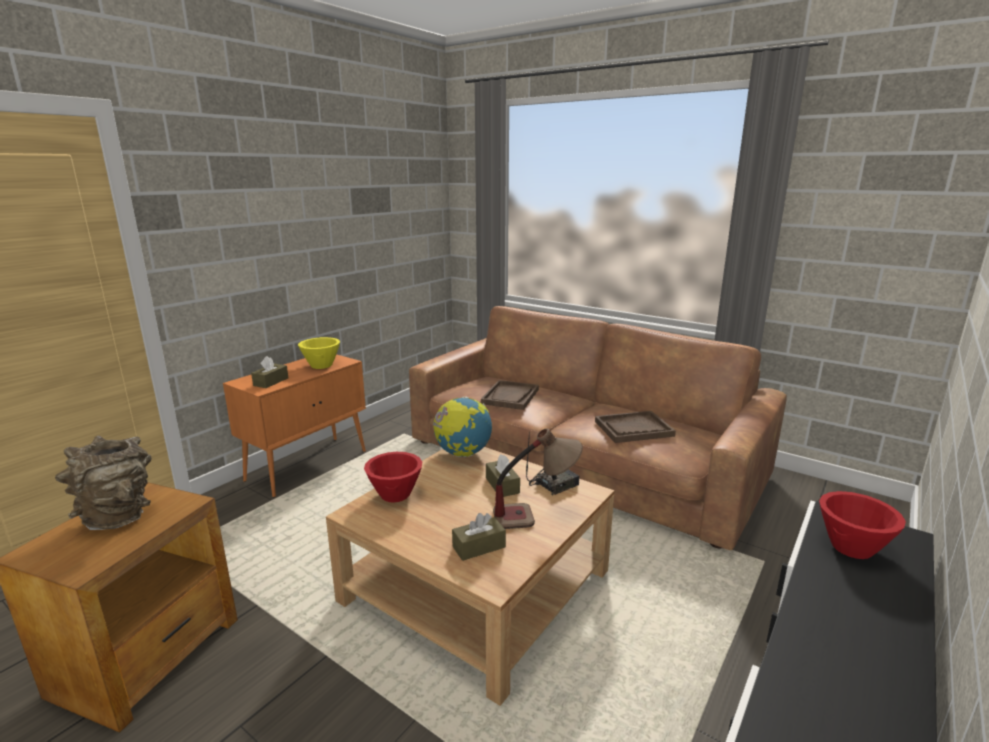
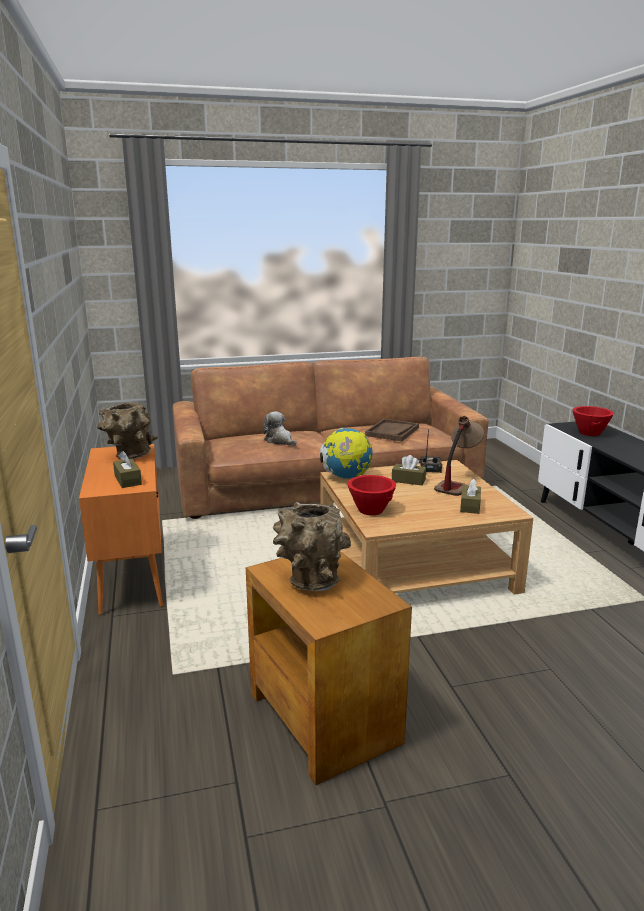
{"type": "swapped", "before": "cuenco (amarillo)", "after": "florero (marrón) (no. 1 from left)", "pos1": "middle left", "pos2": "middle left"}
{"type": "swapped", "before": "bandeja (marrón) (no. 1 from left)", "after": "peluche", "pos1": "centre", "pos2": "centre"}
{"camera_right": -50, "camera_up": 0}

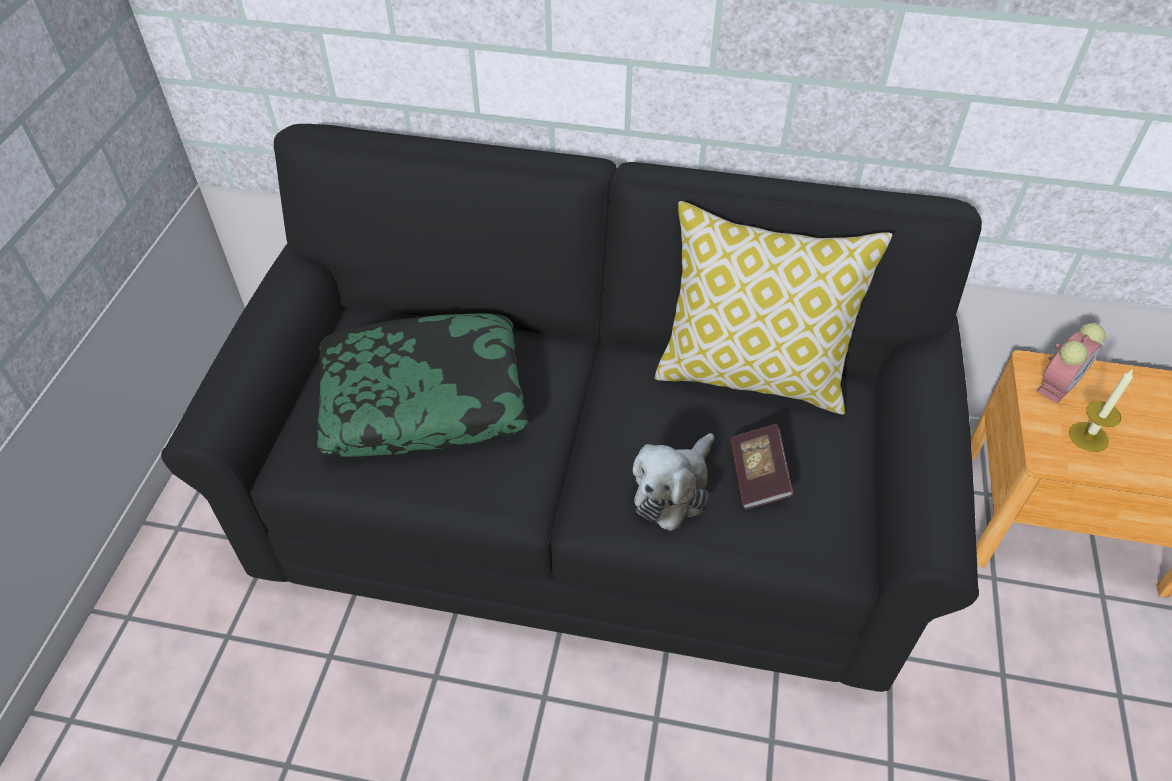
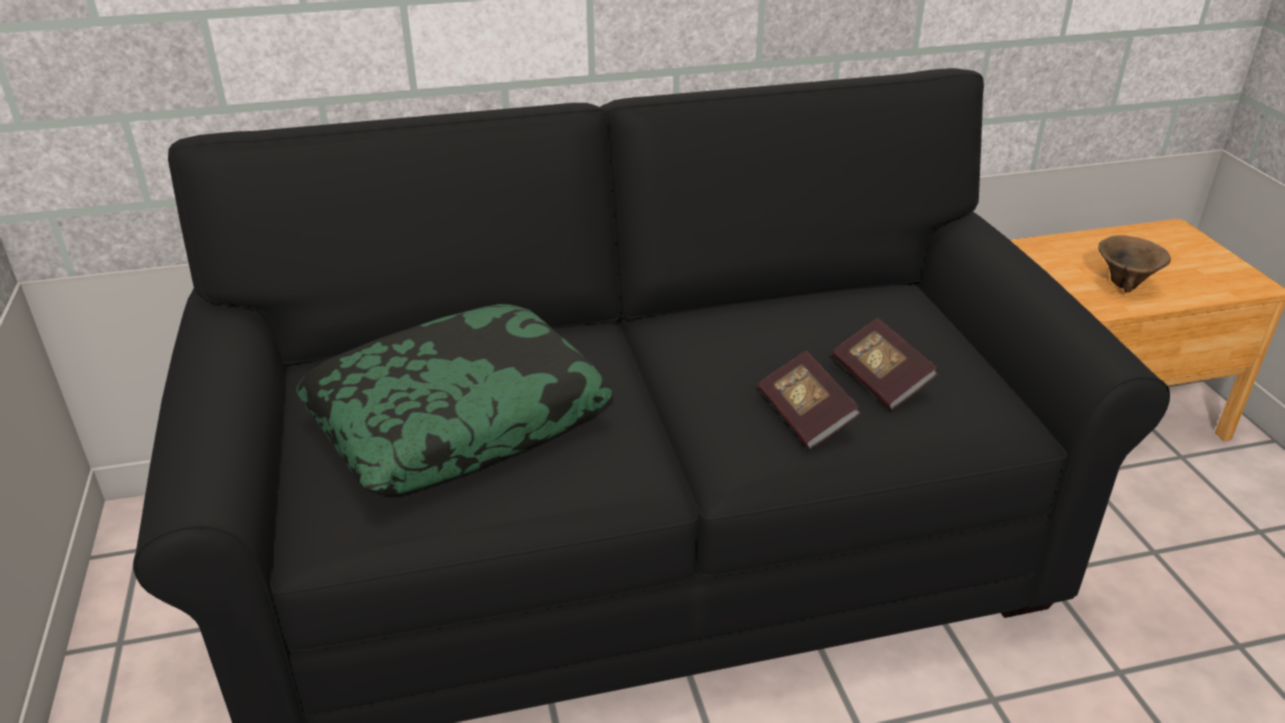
{"type": "gone", "before": "cojín (no. 2 from left)", "pos1": "centre"}
{"type": "gone", "before": "despertador", "pos1": "middle right"}
{"type": "swapped", "before": "vela", "after": "cuenco (marrón)", "pos1": "middle right", "pos2": "middle right"}
{"type": "swapped", "before": "peluche", "after": "libro (no. 1 from left)", "pos1": "centre", "pos2": "centre"}
{"camera_right": -25, "camera_up": -15}

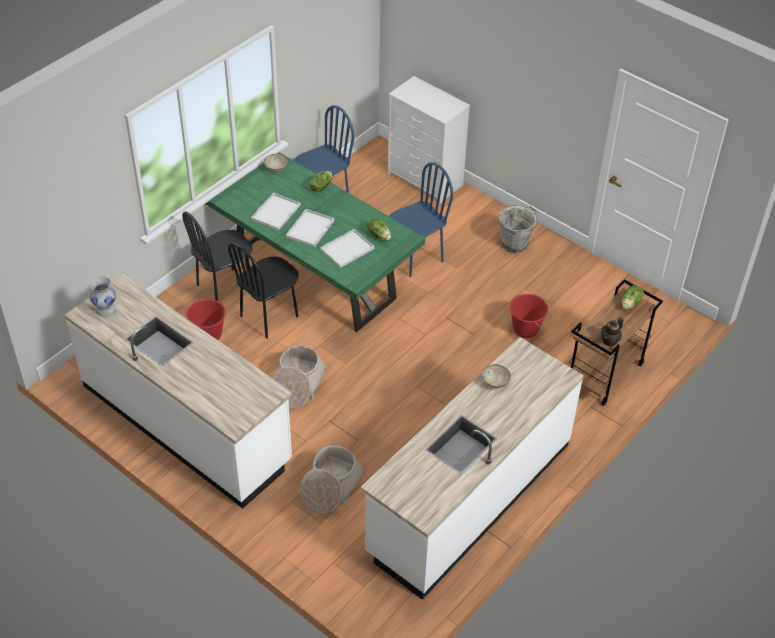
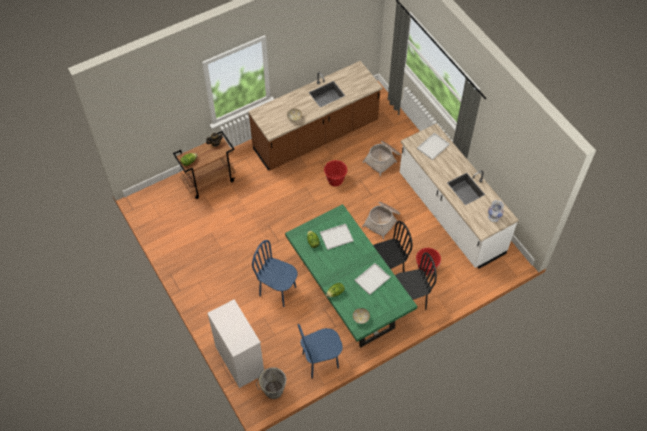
{"type": "rotated", "before": "silla (azul) (no. 2 from left in the first image)", "pos1": "centre", "pos2": "centre", "turn": 45}
{"type": "shifted", "before": "cubo (gris)", "pos1": "middle right", "pos2": "bottom centre"}
{"type": "shifted", "before": "bandeja (blanco) (no. 2 from left in the first image)", "after": "bandeja (blanco) (no. 3 from left)", "pos1": "centre", "pos2": "middle right"}
{"type": "shifted", "before": "cubo (rojo) (no. 2 from left in the first image)", "after": "cubo (rojo) (no. 1 from left)", "pos1": "middle right", "pos2": "centre"}
{"type": "repainted", "before": "mueble bajo de cocina (blanco) (no. 2 from left)", "after": "mueble bajo de cocina (marrón)", "pos1": "bottom centre", "pos2": "top centre"}
{"camera_right": -160, "camera_up": 10}

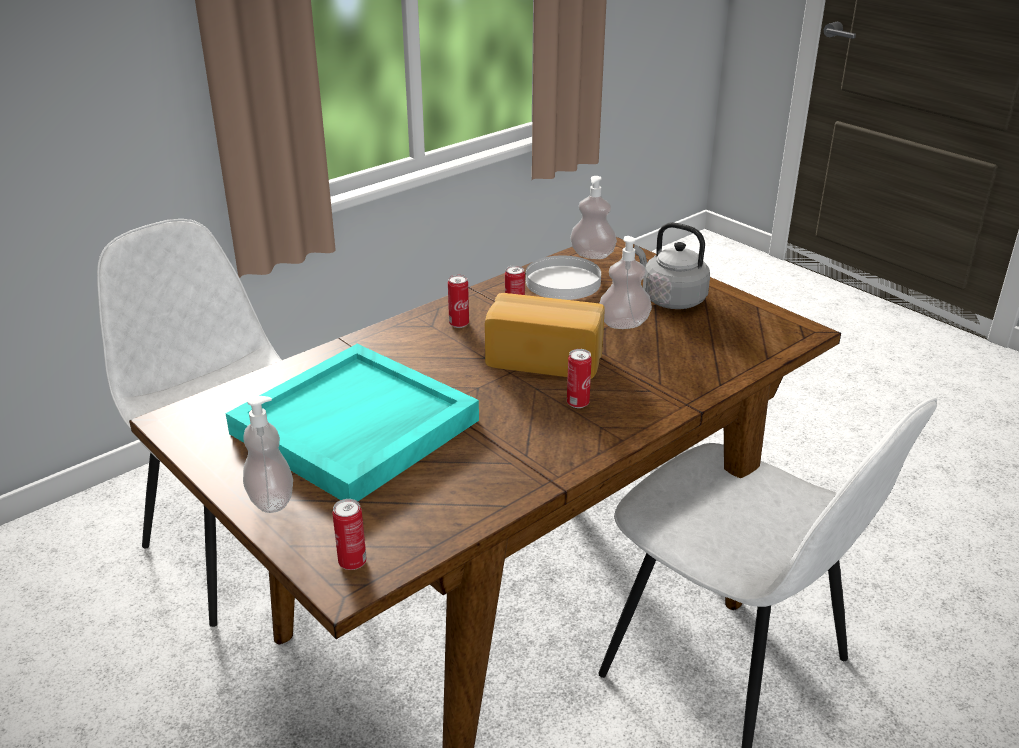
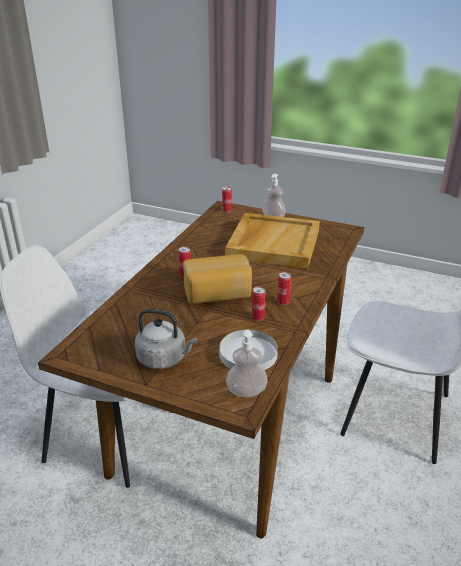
{"type": "gone", "before": "dispensador de jabón (no. 3 from left)", "pos1": "centre"}
{"type": "repainted", "before": "bandeja (turquesa)", "after": "bandeja (beis)", "pos1": "centre", "pos2": "centre"}
{"camera_right": 155, "camera_up": 0}

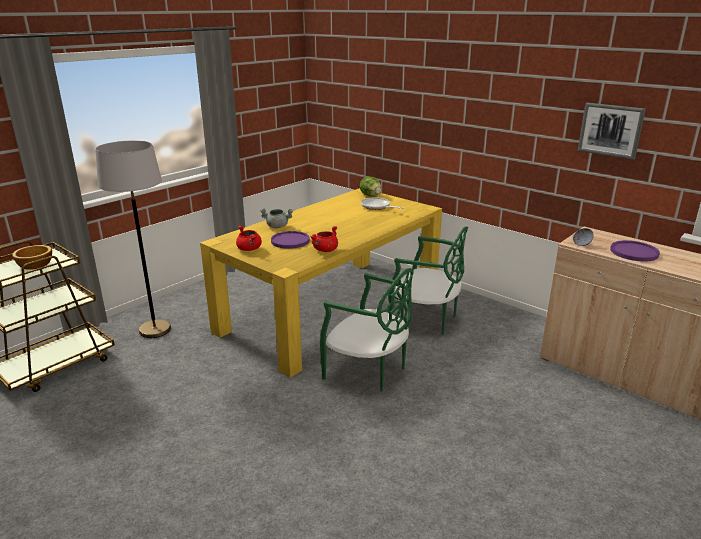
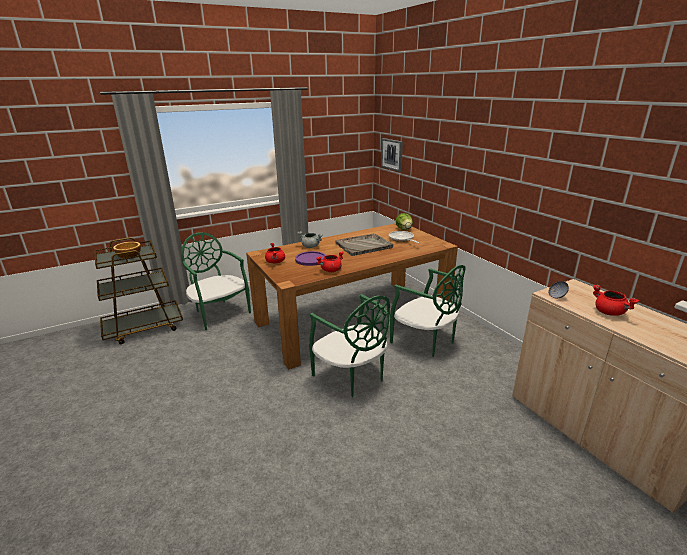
{"type": "shifted", "before": "cuadro", "pos1": "top right", "pos2": "top centre"}
{"type": "swapped", "before": "lámpara de pie (gris)", "after": "silla (verde) (no. 1 from left)", "pos1": "middle left", "pos2": "middle left"}
{"type": "repainted", "before": "mesa de comedor (amarillo)", "after": "mesa de comedor (marrón)", "pos1": "centre", "pos2": "centre"}
{"type": "swapped", "before": "plato (morado) (no. 2 from left)", "after": "olla (rojo) (no. 3 from left)", "pos1": "middle right", "pos2": "middle right"}
{"type": "new", "after": "bandeja (gris)", "pos2": "centre"}
{"camera_right": 20, "camera_up": 0}

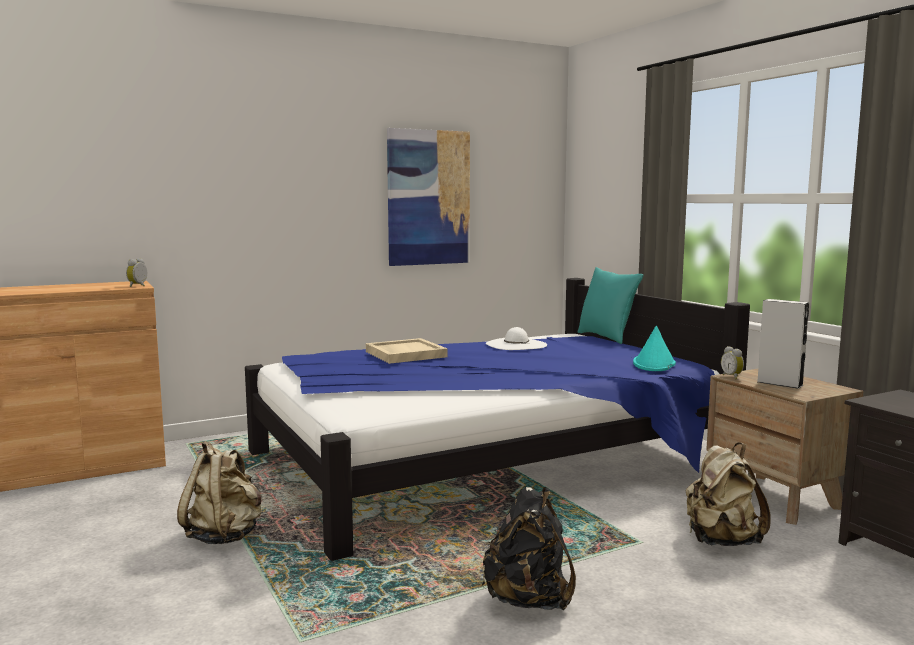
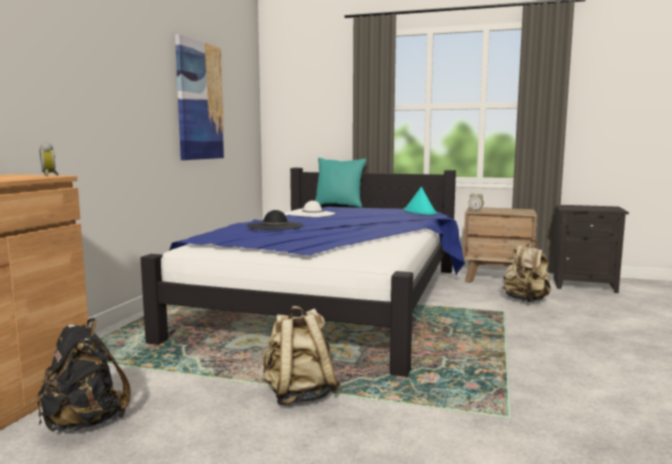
{"type": "gone", "before": "altavoz (gris)", "pos1": "middle right"}
{"type": "swapped", "before": "bandeja (beis)", "after": "sombrero (negro)", "pos1": "centre", "pos2": "centre"}
{"type": "shifted", "before": "mochila (negro)", "pos1": "bottom centre", "pos2": "bottom left"}
{"camera_right": -45, "camera_up": 0}

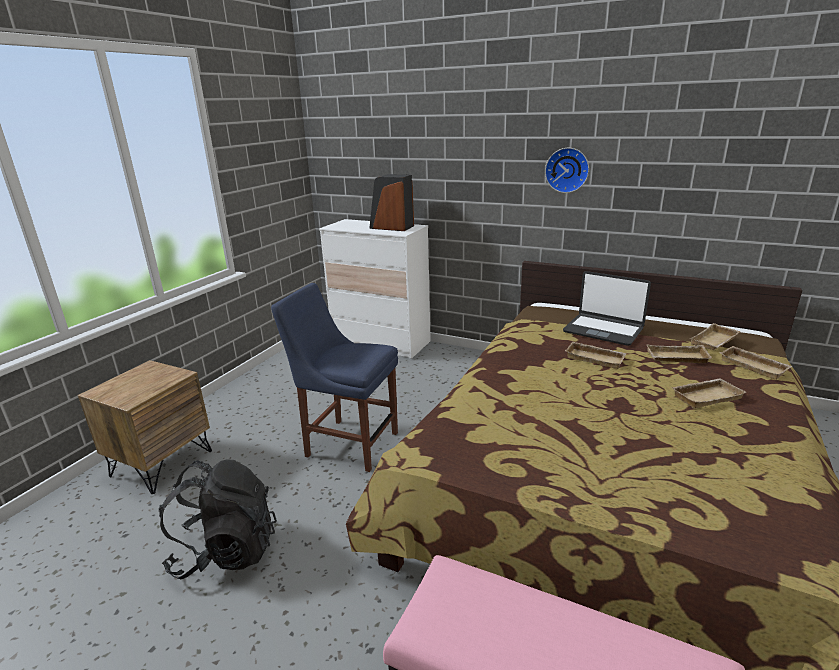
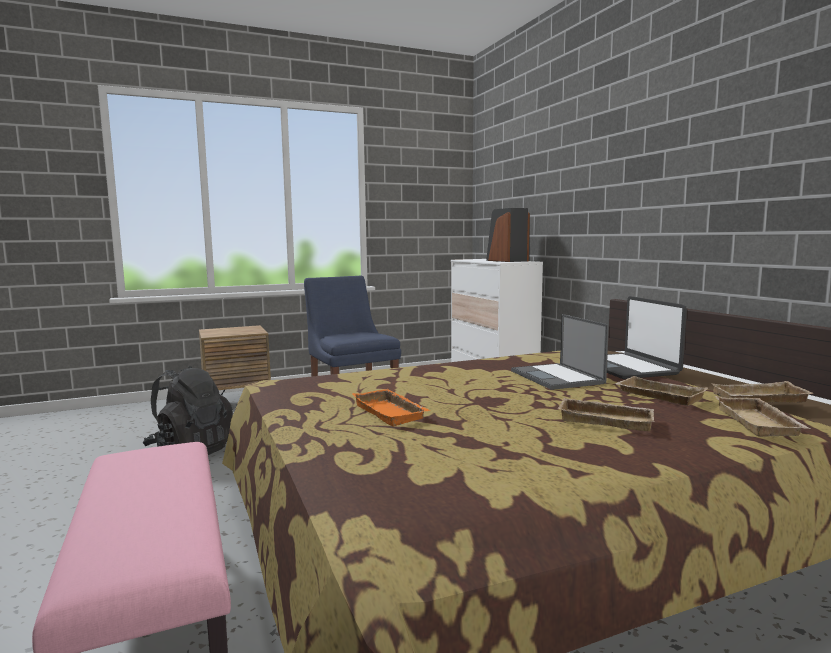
{"type": "gone", "before": "reloj de pared", "pos1": "top right"}
{"type": "swapped", "before": "bandeja (beis) (no. 1 from left)", "after": "portátil (no. 1 from left)", "pos1": "middle right", "pos2": "middle right"}
{"type": "new", "after": "bandeja (naranja)", "pos2": "centre"}
{"camera_right": 40, "camera_up": -15}

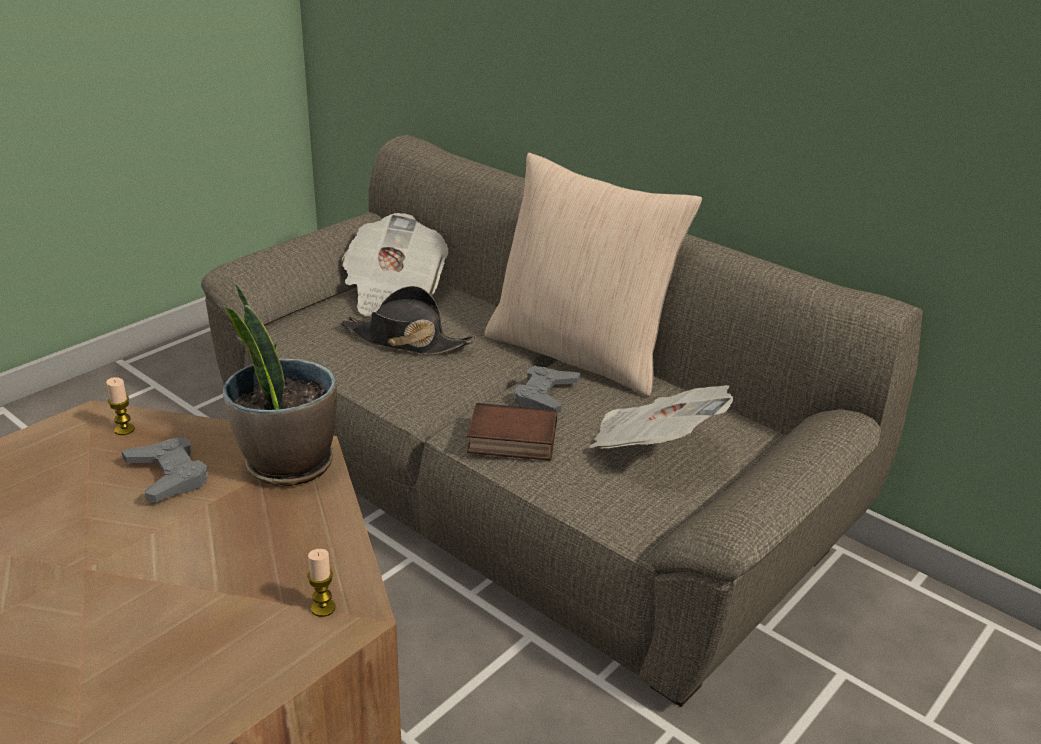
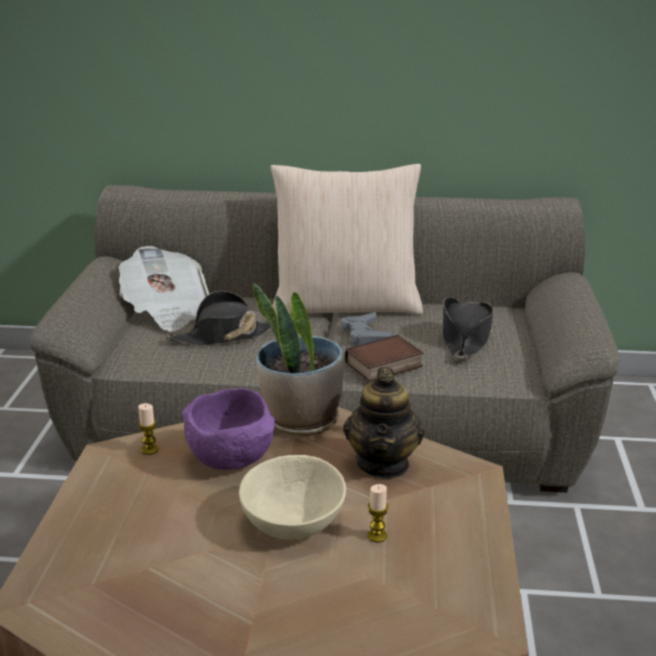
{"type": "swapped", "before": "periódico (no. 2 from left)", "after": "sombrero (negro) (no. 2 from left)", "pos1": "centre", "pos2": "middle right"}
{"type": "swapped", "before": "mando de consola (gris) (no. 1 from left)", "after": "cuenco (morado)", "pos1": "middle left", "pos2": "centre"}
{"type": "shifted", "before": "vela (no. 2 from left)", "pos1": "bottom left", "pos2": "bottom centre"}
{"type": "new", "after": "tetera", "pos2": "centre"}
{"type": "new", "after": "cuenco (beis)", "pos2": "bottom centre"}
{"camera_right": -35, "camera_up": -5}

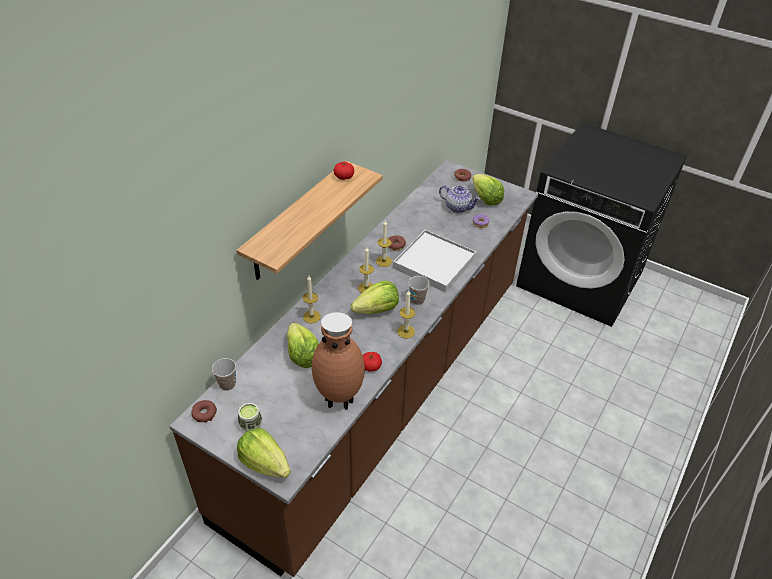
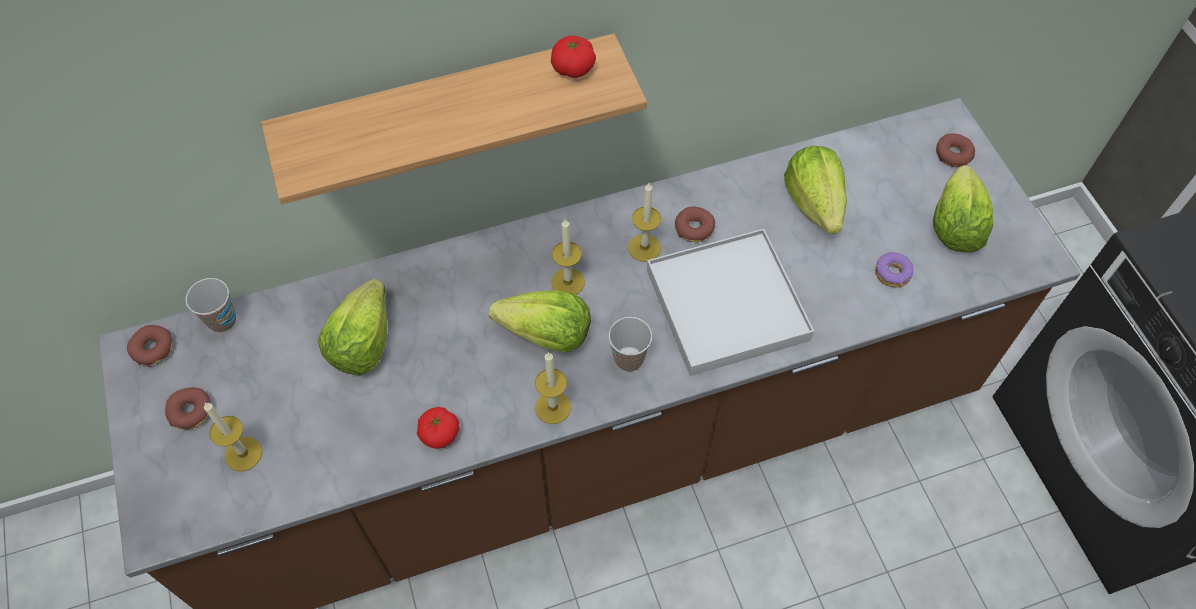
{"type": "gone", "before": "tetera", "pos1": "centre"}
{"type": "shifted", "before": "vela (no. 1 from left)", "pos1": "centre", "pos2": "bottom left"}
{"type": "gone", "before": "florero (marrón)", "pos1": "centre"}
{"type": "swapped", "before": "taza (no. 2 from left)", "after": "rosquilla (no. 2 from left)", "pos1": "bottom left", "pos2": "bottom left"}
{"type": "shifted", "before": "lechuga (no. 1 from left in the first image)", "after": "lechuga (no. 3 from left)", "pos1": "bottom centre", "pos2": "top right"}
{"camera_right": 40, "camera_up": 15}

